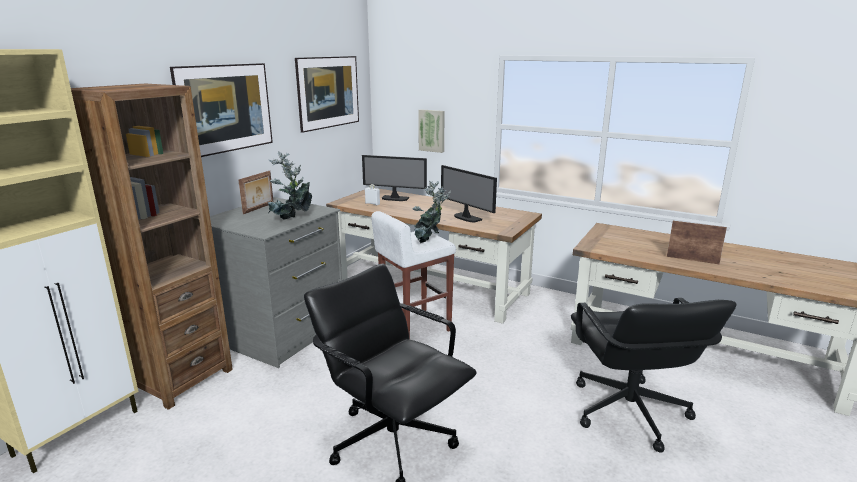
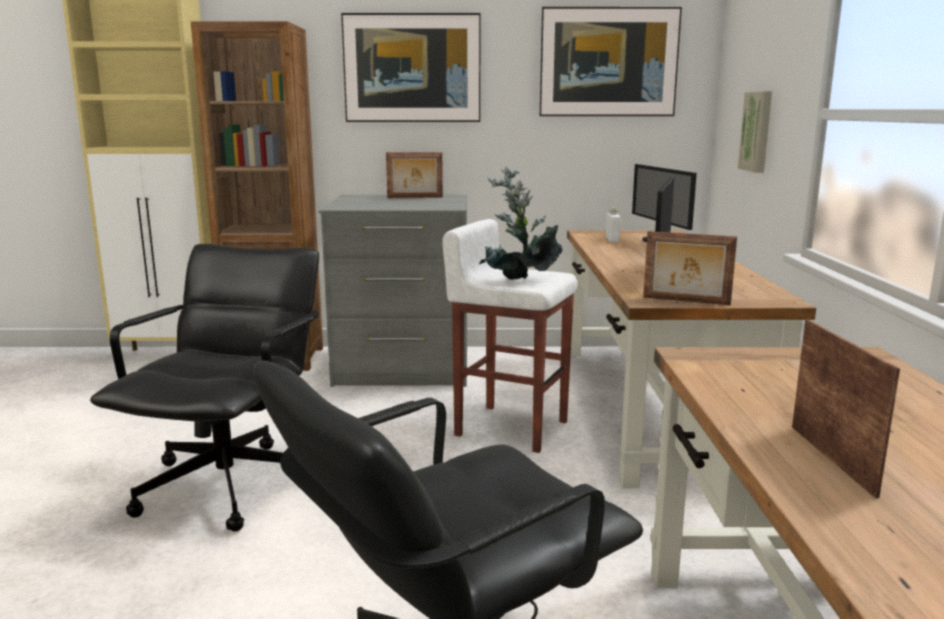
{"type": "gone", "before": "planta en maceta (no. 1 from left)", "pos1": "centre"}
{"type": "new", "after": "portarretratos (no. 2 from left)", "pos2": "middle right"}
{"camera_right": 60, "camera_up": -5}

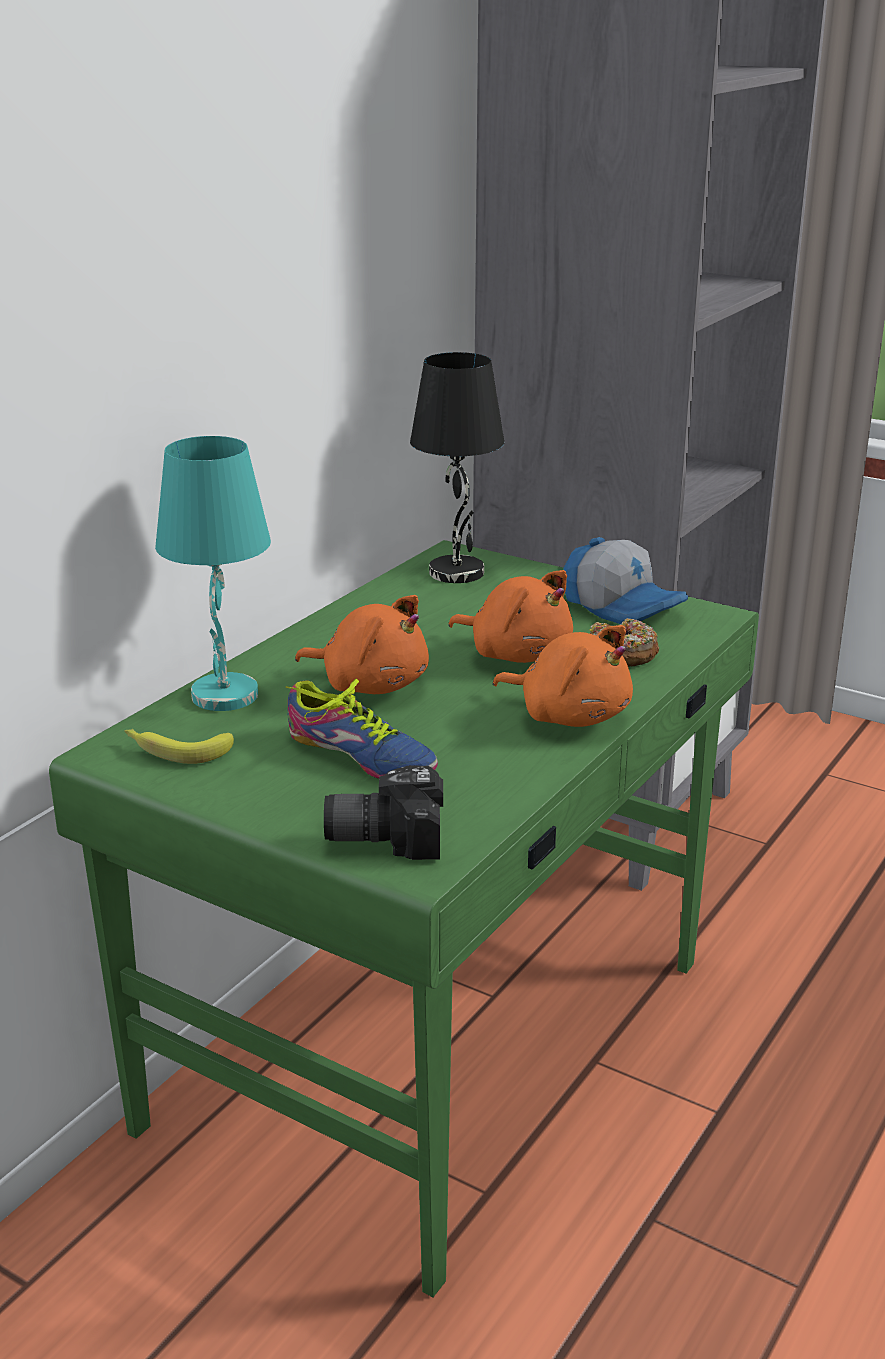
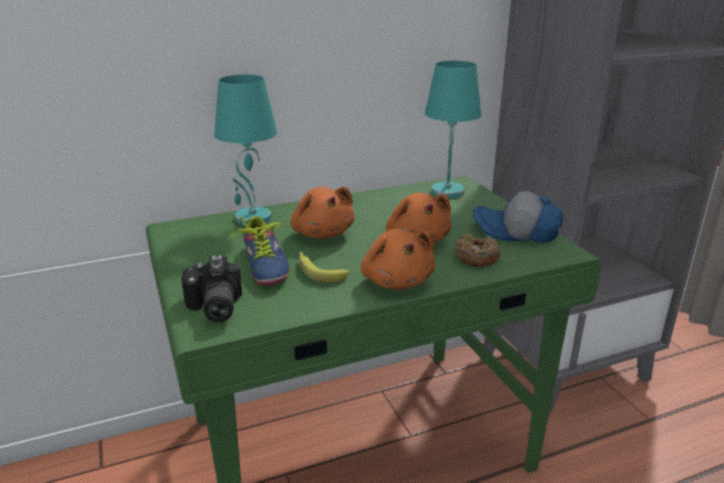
{"type": "repainted", "before": "lámpara de mesa (negro)", "after": "lámpara de mesa (turquesa) (no. 2 from left)", "pos1": "centre", "pos2": "top centre"}
{"type": "rotated", "before": "gorra", "pos1": "middle right", "pos2": "middle right", "turn": 120}
{"type": "shifted", "before": "plátano", "pos1": "middle left", "pos2": "centre"}
{"type": "rotated", "before": "cámara", "pos1": "centre", "pos2": "middle left", "turn": -135}
{"camera_right": 35, "camera_up": 0}

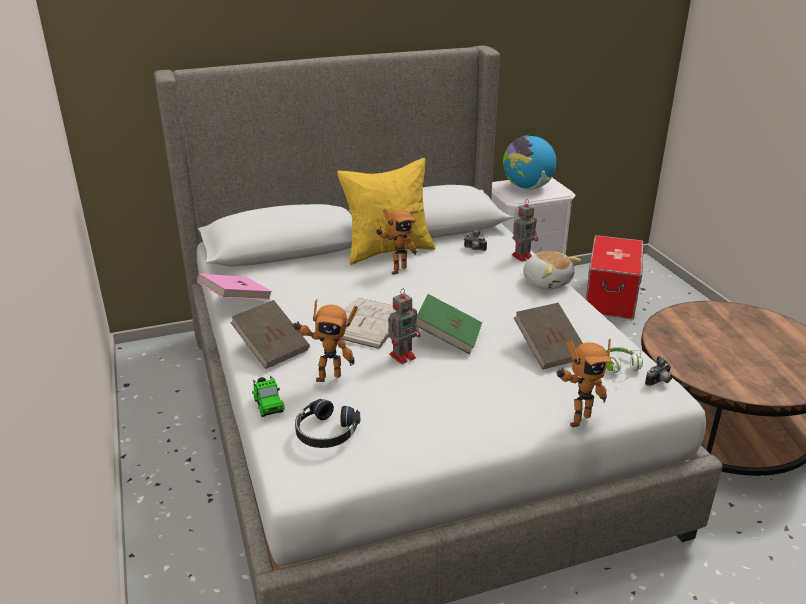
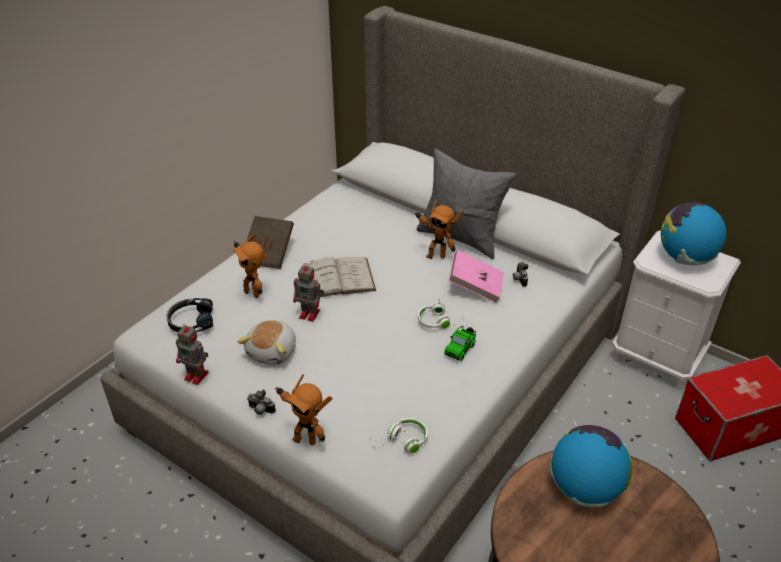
{"type": "repainted", "before": "cojín (amarillo)", "after": "cojín (gris)", "pos1": "centre", "pos2": "centre"}
{"type": "shifted", "before": "robot de juguete (no. 4 from left in the first image)", "after": "robot de juguete (no. 1 from left)", "pos1": "centre", "pos2": "middle left"}
{"type": "shifted", "before": "peluche", "pos1": "middle right", "pos2": "centre"}
{"type": "shifted", "before": "libro (rosa)", "pos1": "middle left", "pos2": "centre"}
{"type": "gone", "before": "libro (verde)", "pos1": "centre"}
{"type": "gone", "before": "libro (marrón) (no. 2 from left)", "pos1": "middle right"}
{"type": "shifted", "before": "cámara (no. 2 from left in the first image)", "after": "cámara (no. 1 from left)", "pos1": "middle right", "pos2": "bottom centre"}
{"type": "shifted", "before": "coche de juguete", "pos1": "middle left", "pos2": "centre"}
{"type": "new", "after": "auriculares (blanco) (no. 2 from left)", "pos2": "centre"}
{"type": "new", "after": "globo terráqueo (no. 1 from left)", "pos2": "bottom right"}
{"camera_right": 55, "camera_up": 10}

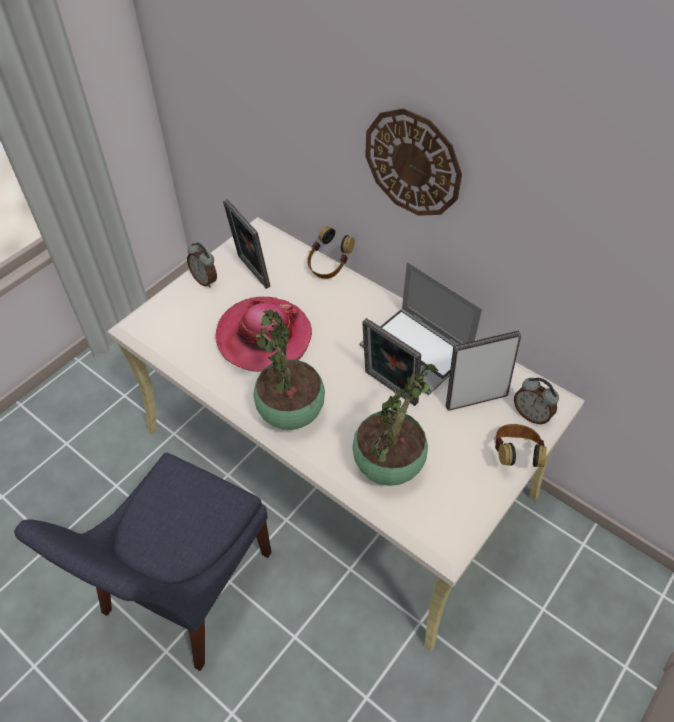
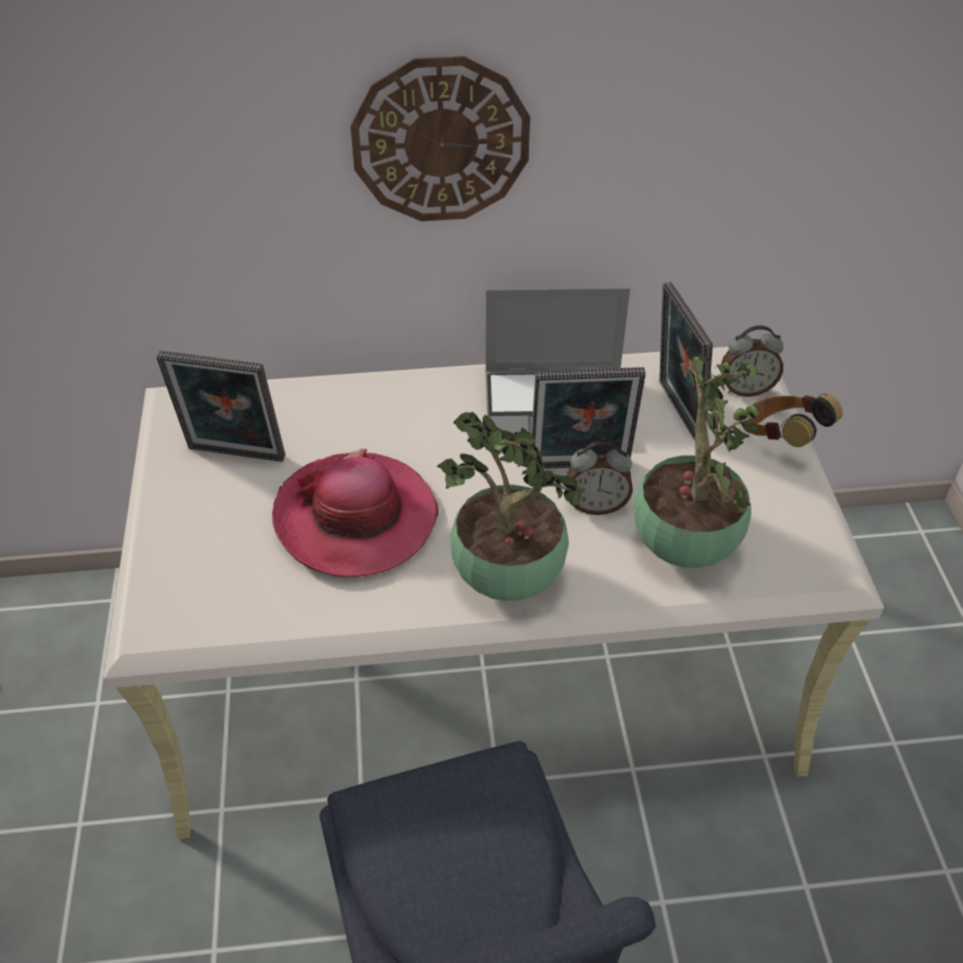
{"type": "gone", "before": "auriculares (no. 1 from left)", "pos1": "centre"}
{"type": "shifted", "before": "despertador (no. 1 from left)", "pos1": "middle left", "pos2": "centre"}
{"type": "rotated", "before": "portarretratos (no. 3 from left)", "pos1": "middle right", "pos2": "middle right", "turn": -45}
{"camera_right": -45, "camera_up": -5}

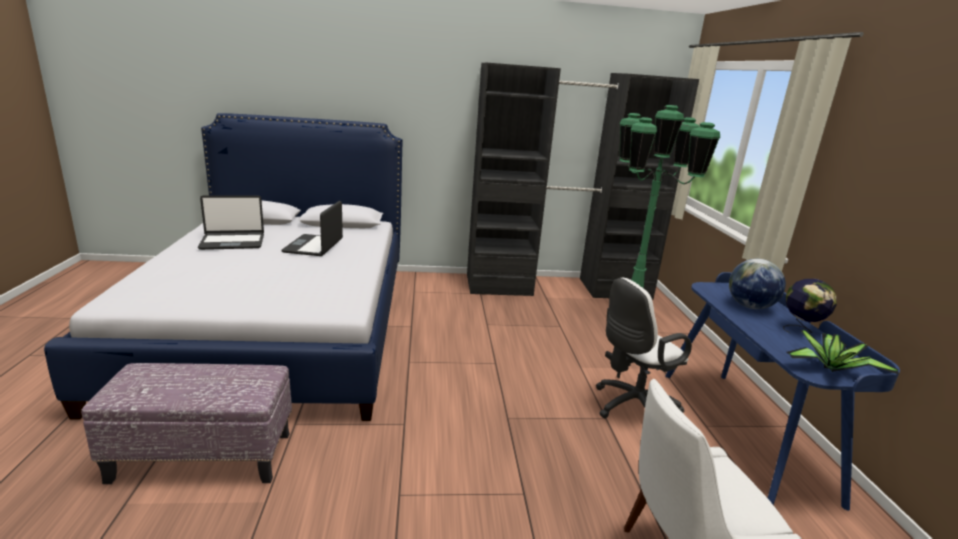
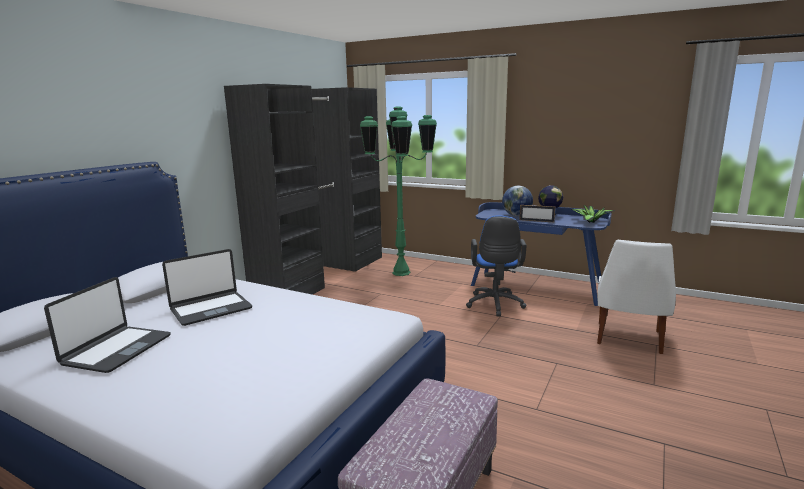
{"type": "rotated", "before": "portátil (no. 2 from left)", "pos1": "middle left", "pos2": "middle left", "turn": -75}
{"type": "repainted", "before": "silla de oficina (blanco)", "after": "silla de oficina (azul)", "pos1": "middle right", "pos2": "centre"}
{"type": "new", "after": "portarretratos", "pos2": "middle right"}
{"camera_right": -55, "camera_up": -5}

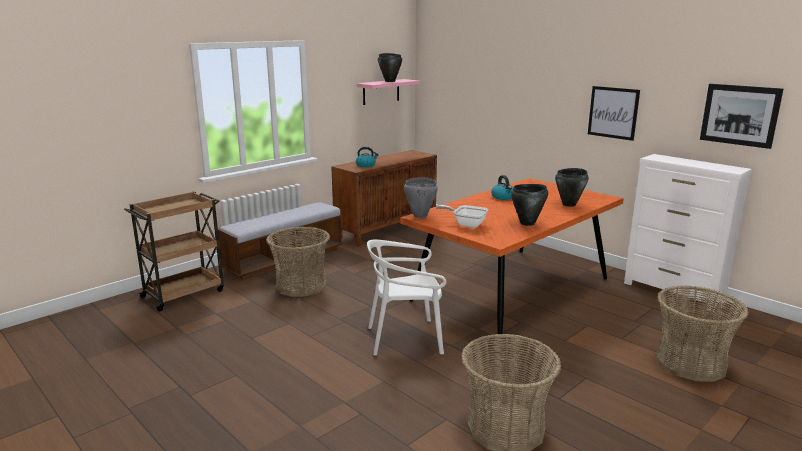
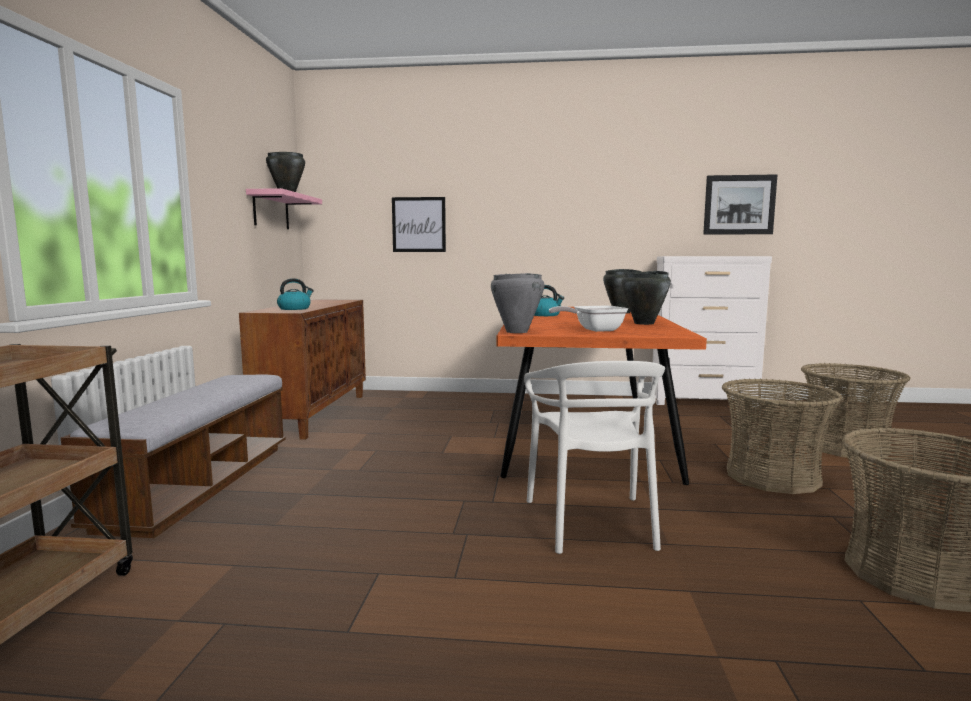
{"type": "shifted", "before": "cuadro (no. 1 from left)", "pos1": "top right", "pos2": "top centre"}
{"type": "shifted", "before": "cesta (no. 1 from left)", "pos1": "centre", "pos2": "middle right"}
{"type": "rotated", "before": "silla (blanco)", "pos1": "centre", "pos2": "centre", "turn": -45}
{"camera_right": -40, "camera_up": -10}

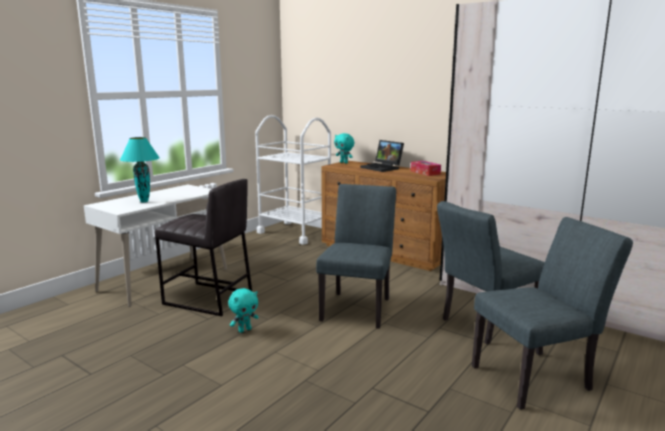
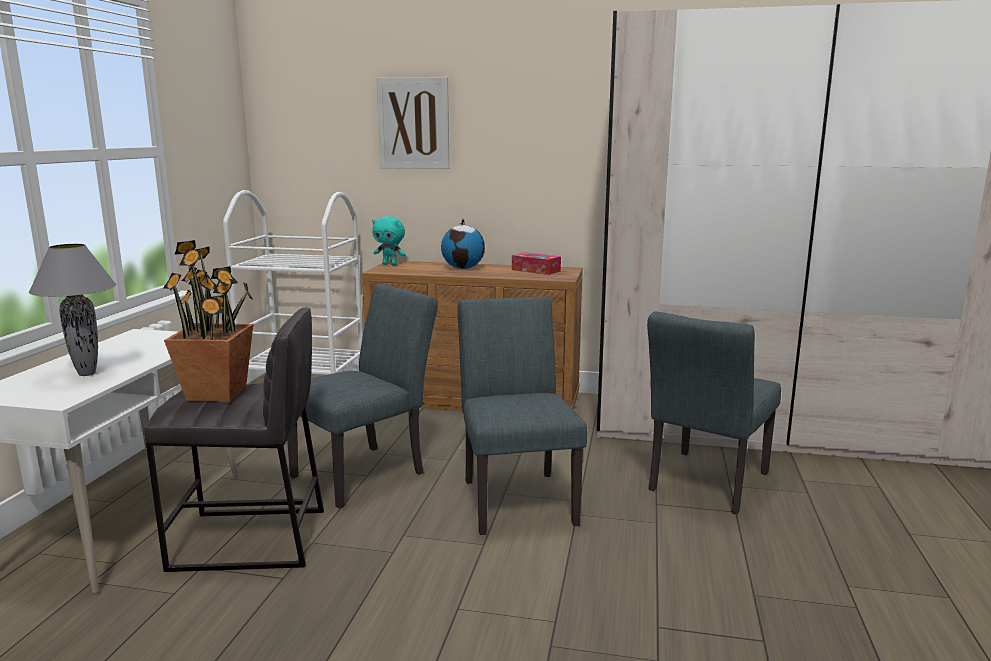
{"type": "repainted", "before": "lámpara de mesa (turquesa)", "after": "lámpara de mesa (gris)", "pos1": "middle left", "pos2": "middle left"}
{"type": "swapped", "before": "portátil", "after": "globo terráqueo", "pos1": "centre", "pos2": "centre"}
{"type": "shifted", "before": "silla (gris) (no. 3 from left in the first image)", "after": "silla (gris) (no. 1 from left)", "pos1": "bottom right", "pos2": "centre"}
{"type": "gone", "before": "peluche (turquesa) (no. 1 from left)", "pos1": "bottom centre"}
{"type": "new", "after": "cuadro", "pos2": "top centre"}
{"type": "new", "after": "planta en maceta", "pos2": "middle left"}
{"camera_right": -25, "camera_up": 0}

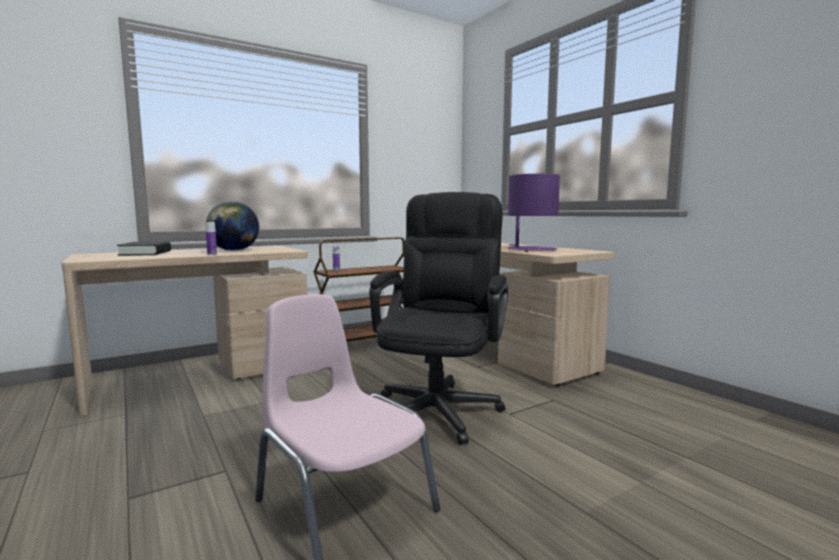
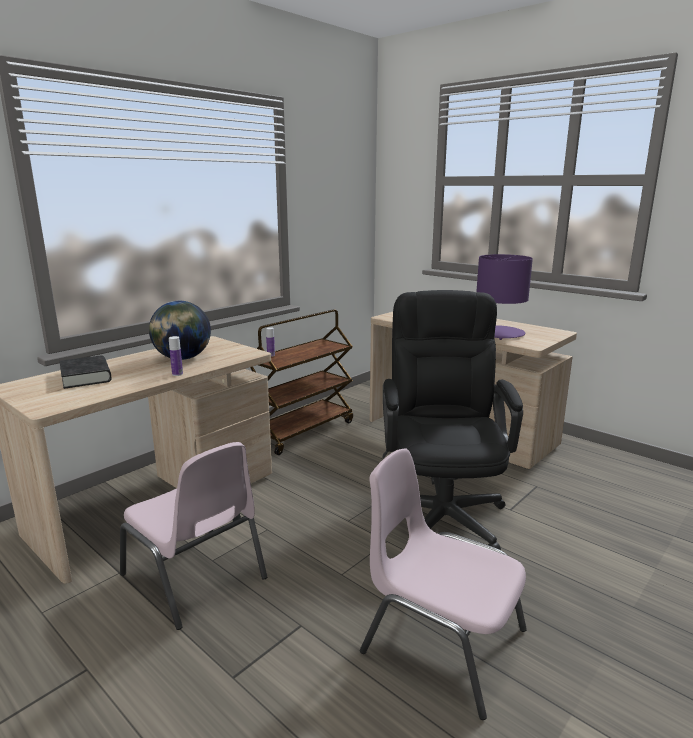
{"type": "new", "after": "silla (rosa) (no. 1 from left)", "pos2": "bottom left"}
{"camera_right": -15, "camera_up": 10}

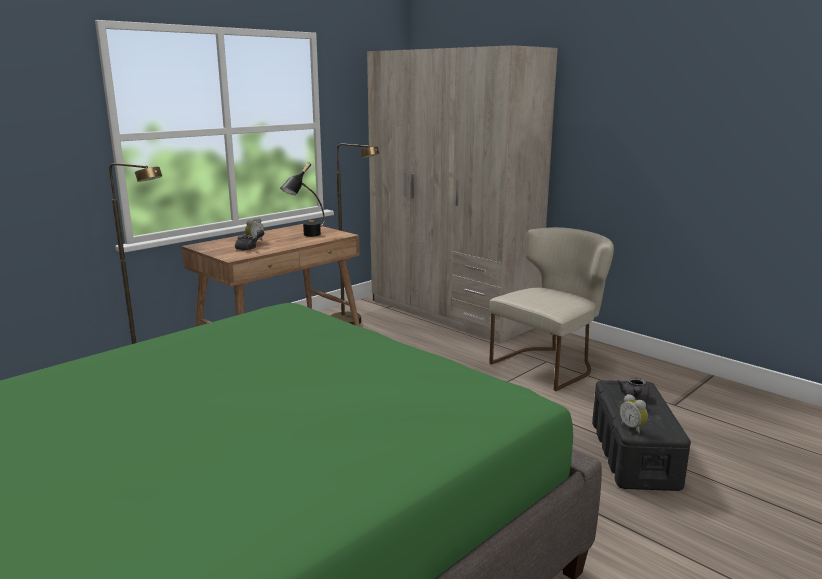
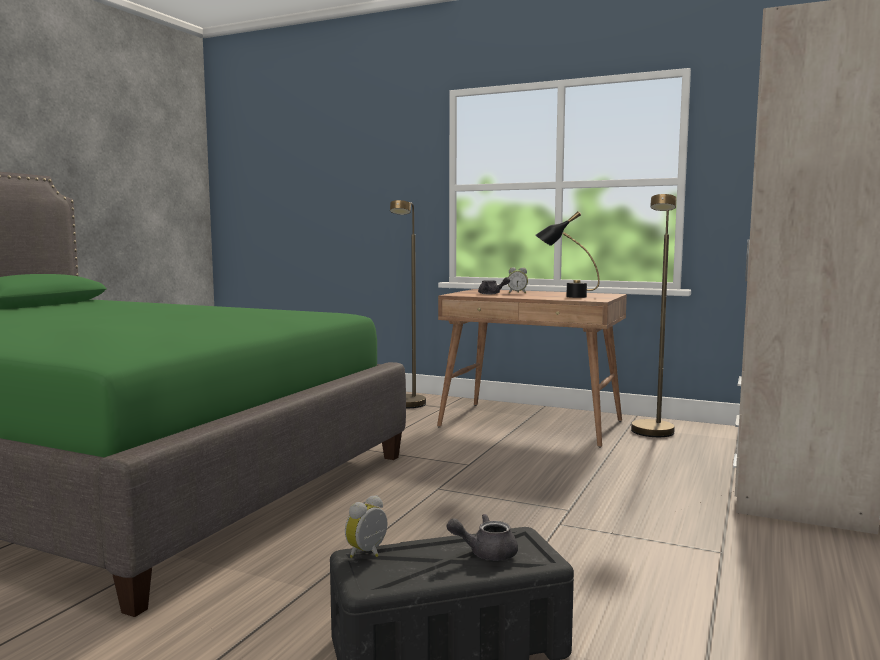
{"type": "gone", "before": "silla (beis)", "pos1": "middle right"}
{"camera_right": 70, "camera_up": -10}

